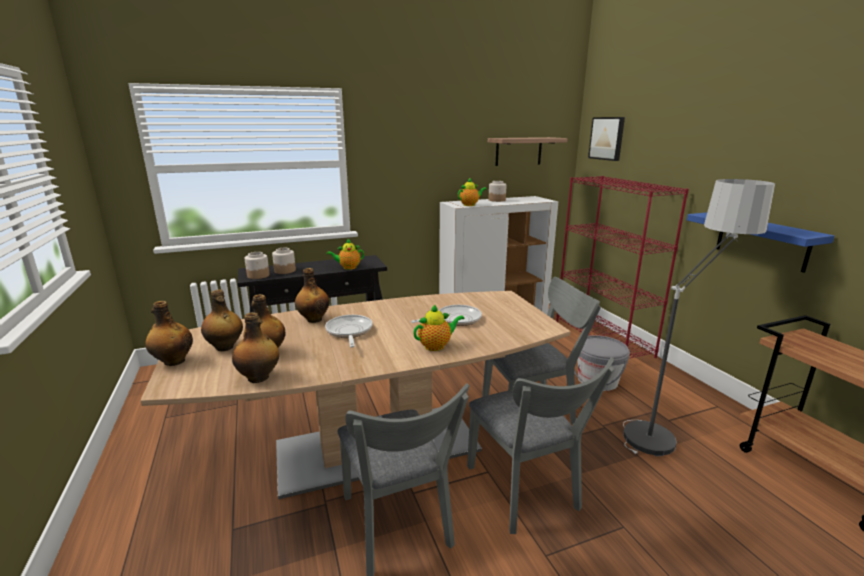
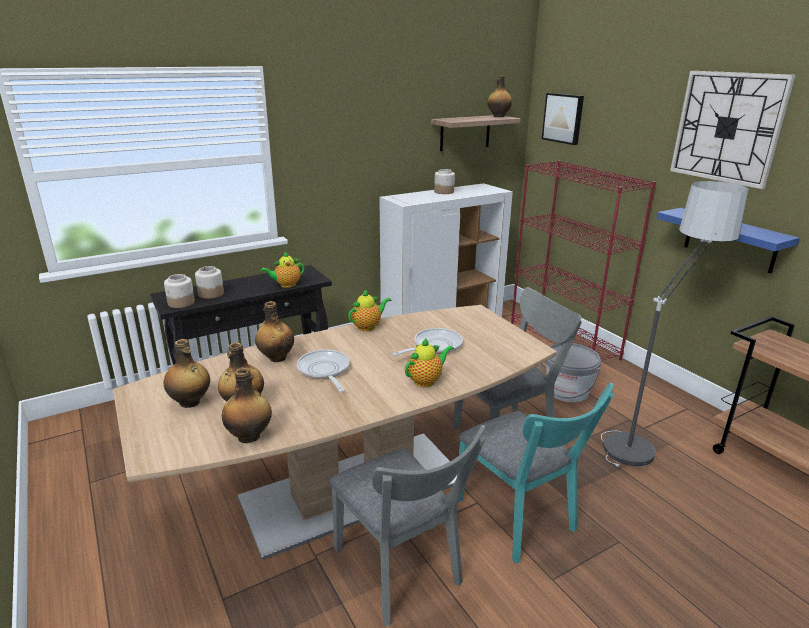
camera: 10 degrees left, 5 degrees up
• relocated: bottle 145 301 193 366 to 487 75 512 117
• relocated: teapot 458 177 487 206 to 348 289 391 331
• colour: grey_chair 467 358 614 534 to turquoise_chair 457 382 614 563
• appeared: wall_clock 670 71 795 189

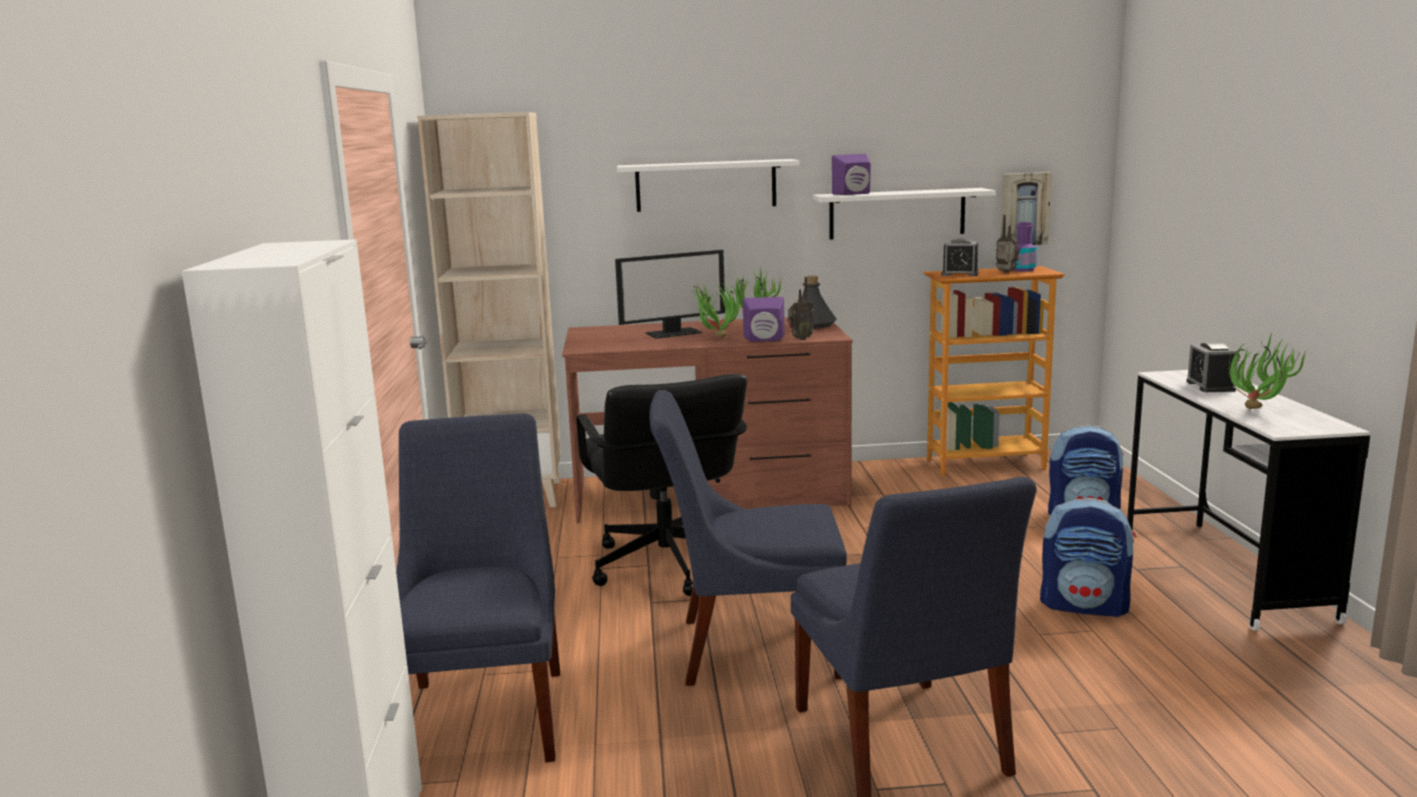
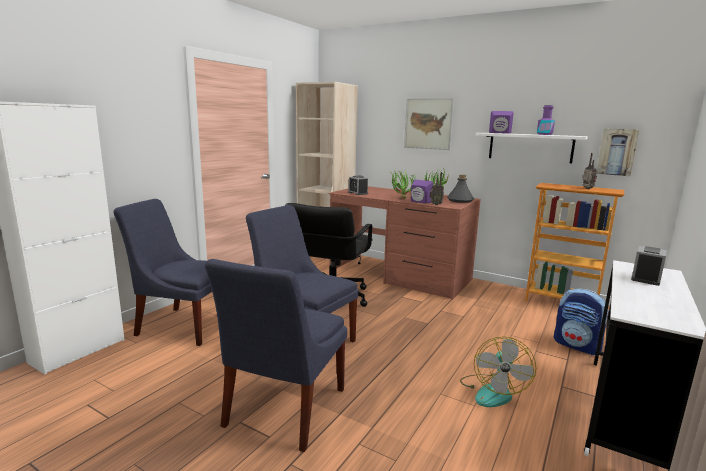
camera: 35 degrees right, 0 degrees up
• spun: blue_chair 396 414 560 762 = 114 199 212 346 105 degrees counterclockwise
• missing: monitor 615 250 725 339
• exchanged: white_shelf 617 159 800 212 to picture 404 98 454 150
• relocated: alarm_clock 941 238 979 276 to 348 175 368 195
• relocated: purple_bottle 1013 222 1037 272 to 537 105 555 135
• exchanged: backpack 1040 498 1136 617 to fan 460 336 536 407
• missing: potted_plant 1229 333 1307 409

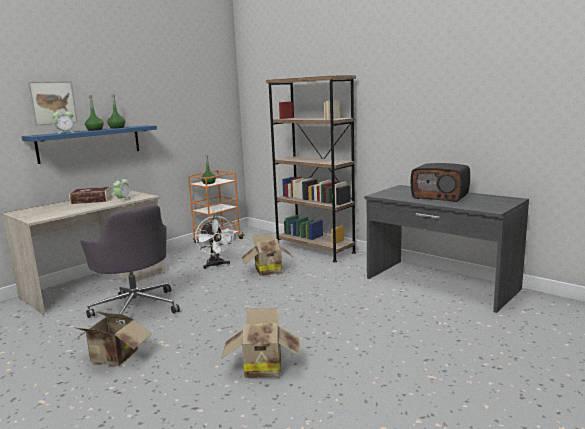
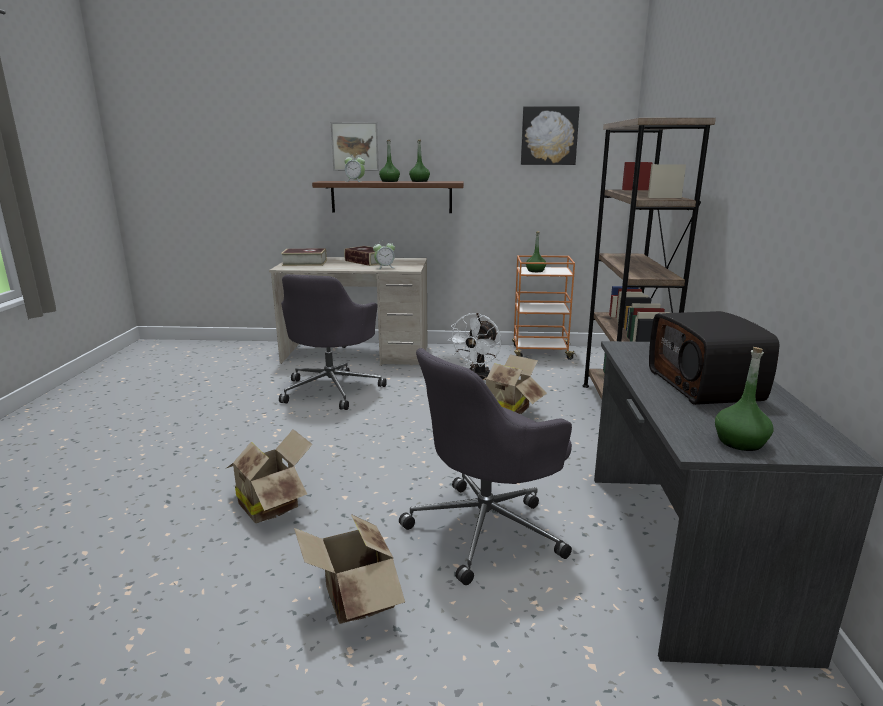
camera: 50 degrees right, 5 degrees up
• colour: blue_shelf 22 125 157 164 to brown_shelf 312 181 464 213
• relocated: cardboard_box 73 312 152 366 to 294 514 405 624
• appeared: book 281 249 327 266
• appeared: grey_office_chair 399 348 572 585
• appeared: picture 521 106 580 165
• appeared: green_bottle 715 347 774 451

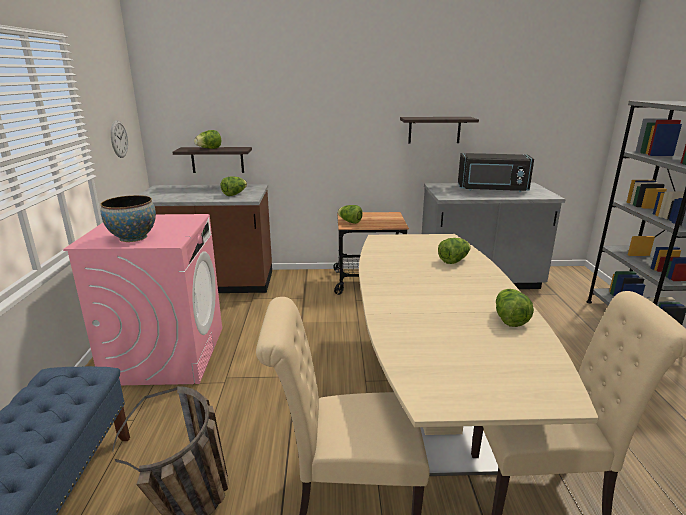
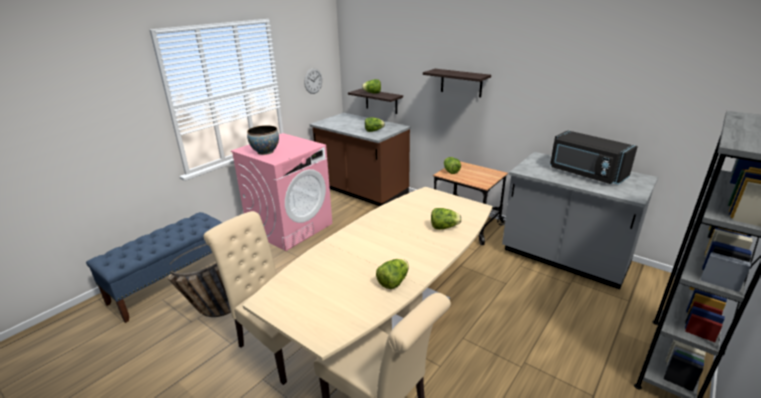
camera: 40 degrees right, 5 degrees up
• relocated: shelf 400 117 479 144 to 423 69 491 97

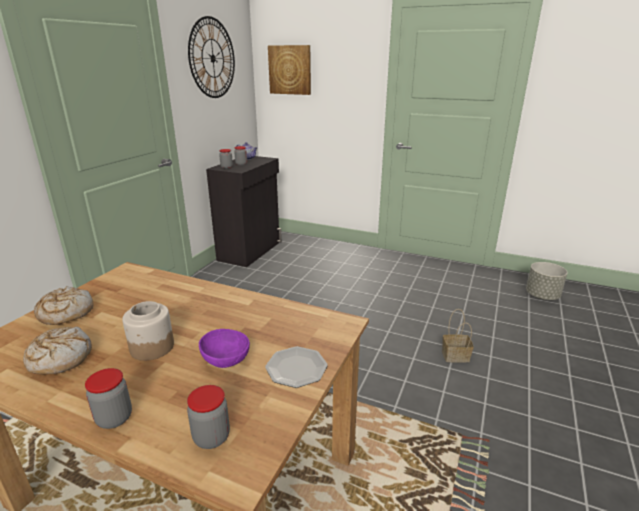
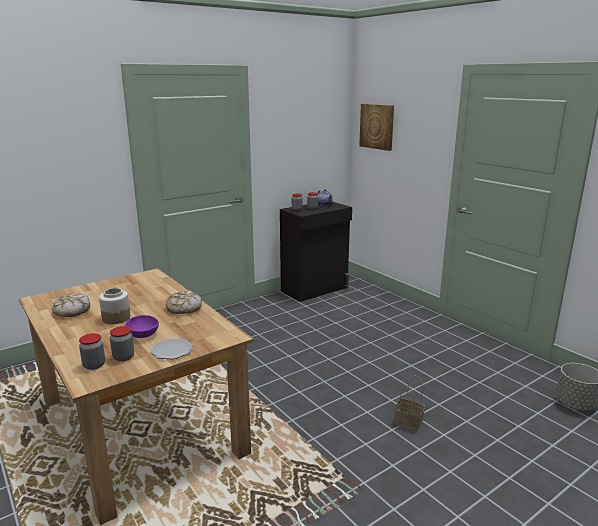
camera: 30 degrees right, 5 degrees down
• relocated: bread 34 286 94 325 to 166 290 202 314
• relocated: jar 85 368 132 429 to 110 326 134 362
• missing: wall_clock 188 16 235 98

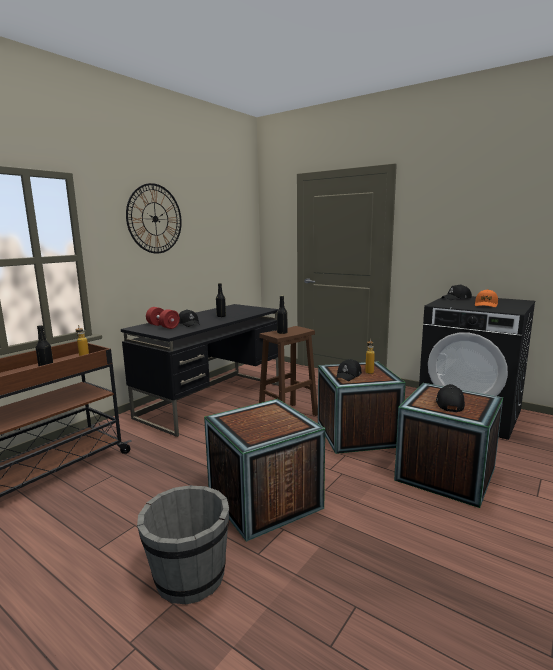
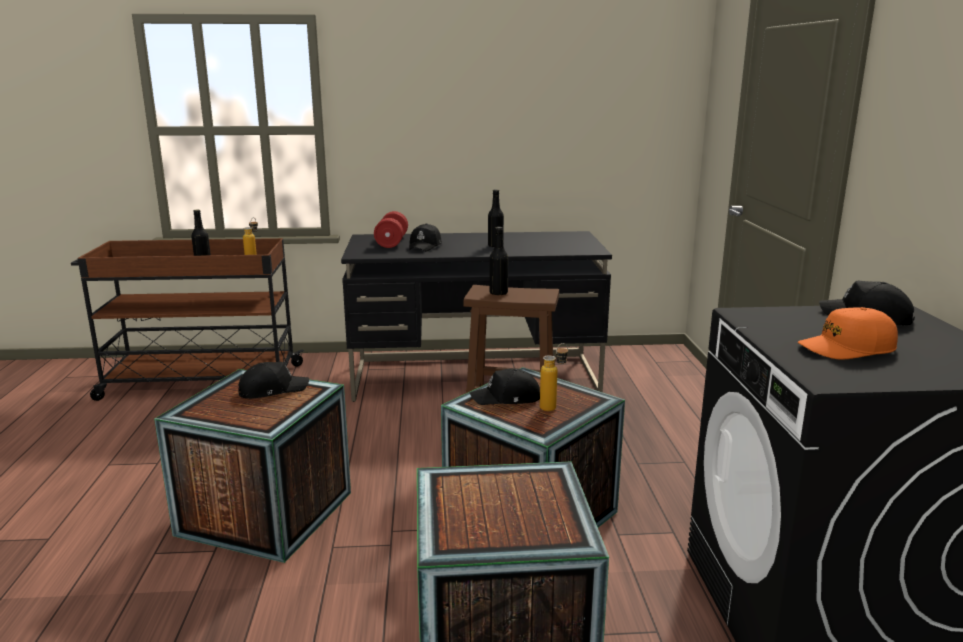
camera: 50 degrees right, 5 degrees up
• missing: wall_clock 126 183 182 254
• missing: grey_bucket 137 485 229 605
• relocated: black_cap 436 384 465 412 to 238 362 309 399

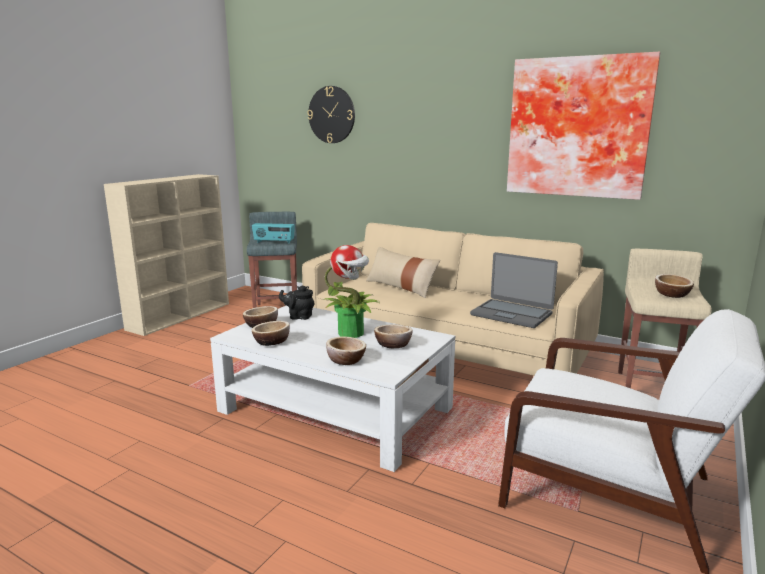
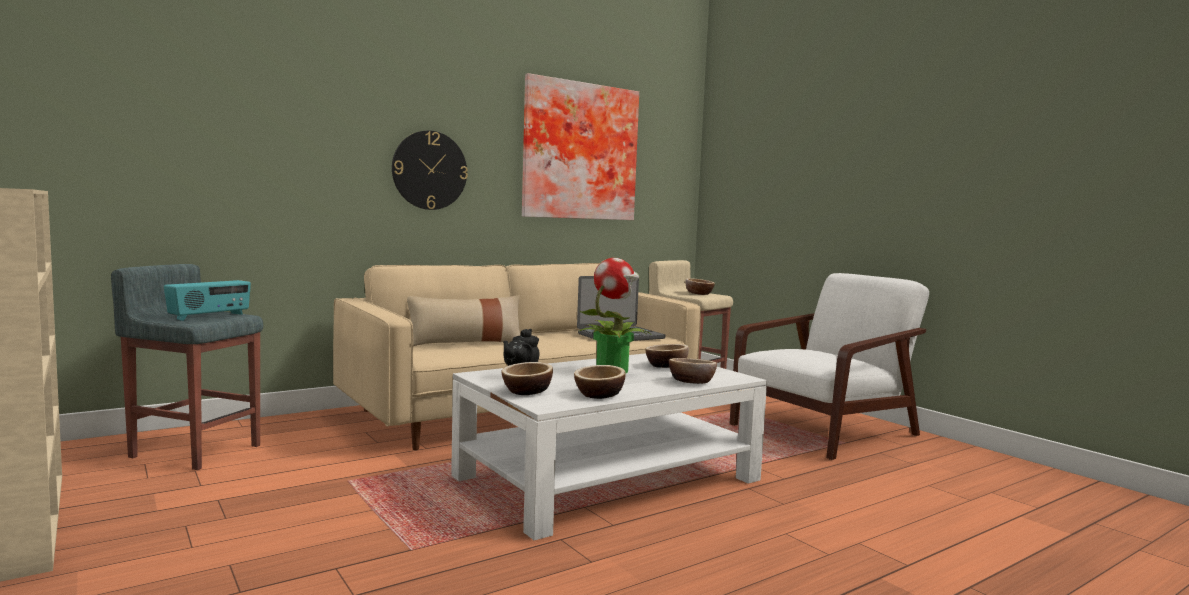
camera: 65 degrees left, 10 degrees down
• relocated: wall_clock 307 86 355 143 to 392 130 468 210

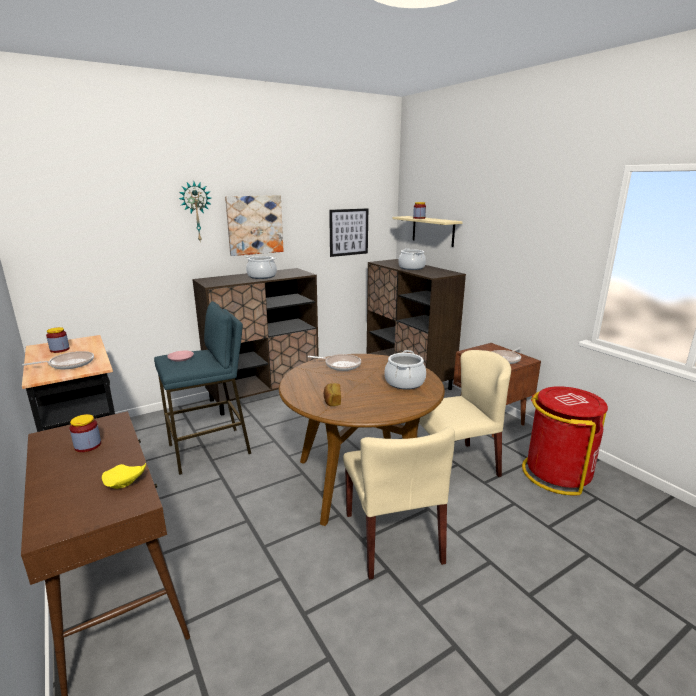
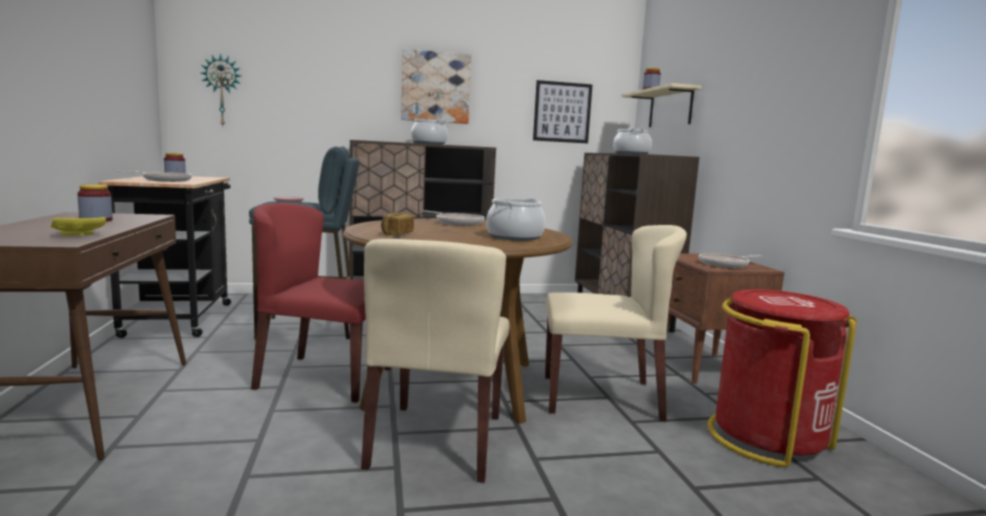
camera: 20 degrees right, 10 degrees down
• relocated: wall_clock 179 182 212 243 to 201 54 241 126
• appeared: red_chair 251 203 391 403

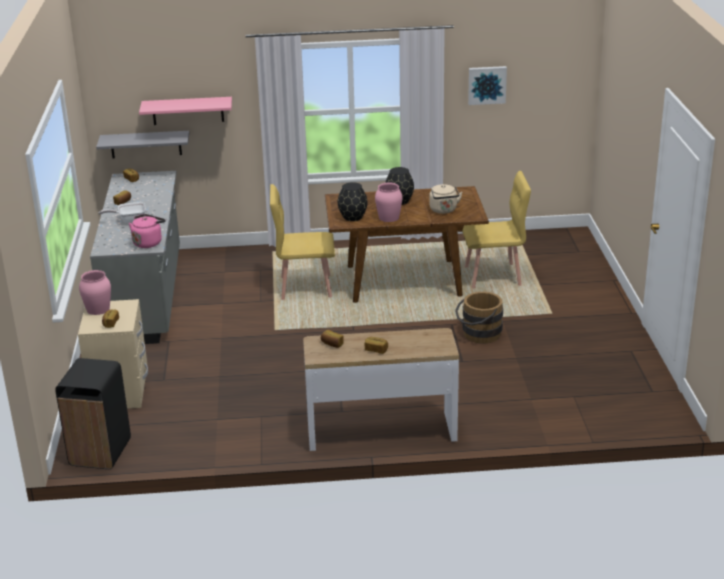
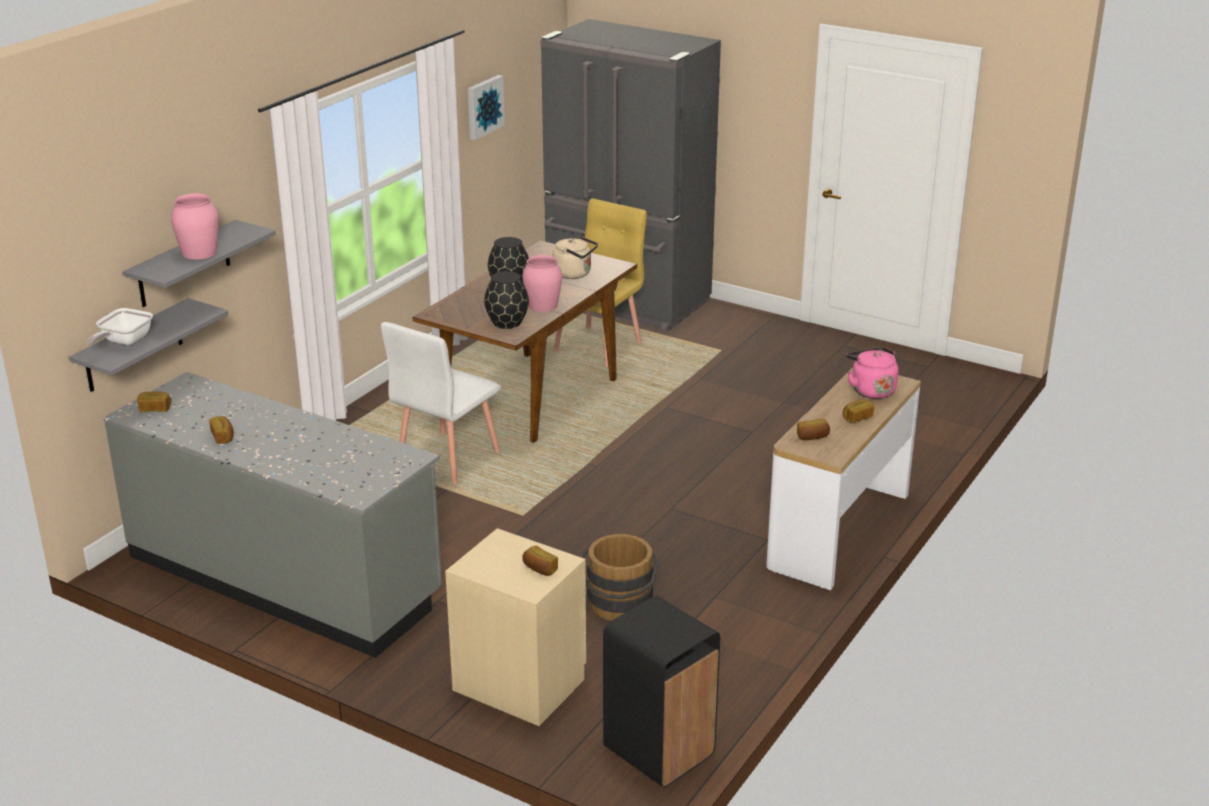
camera: 55 degrees left, 0 degrees up
• relocated: pink_vase 79 270 111 315 to 171 193 219 259
• relocated: frying_pan 99 202 146 223 to 87 308 153 346
• relocated: pink_kettle 129 214 166 248 to 846 347 899 399
• colour: pink_shelf 139 97 232 125 to grey_shelf 123 220 276 307
• colour: yellow_chair 270 184 335 300 to white_chair 381 322 501 484
• relocated: brown_bucket 455 292 503 343 to 581 534 659 621
• appeared: grey_fridge 540 19 721 333

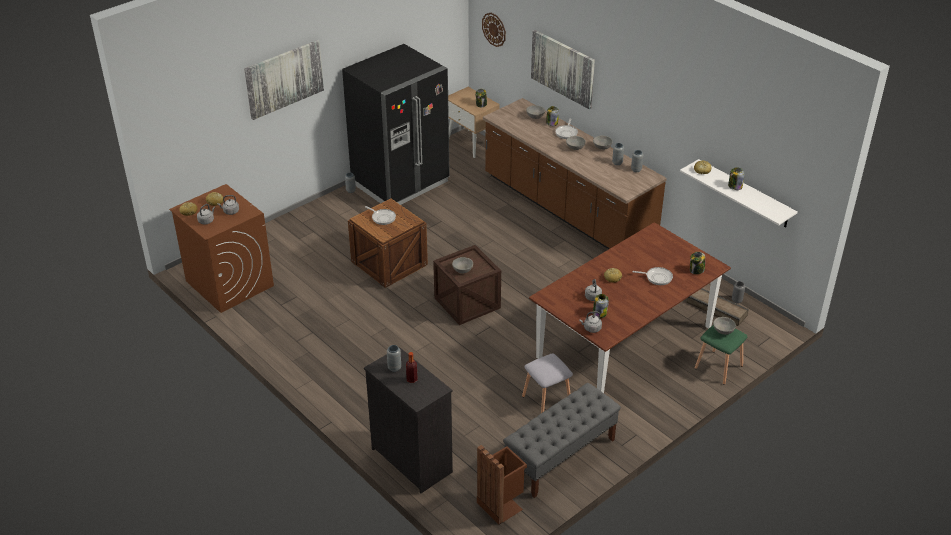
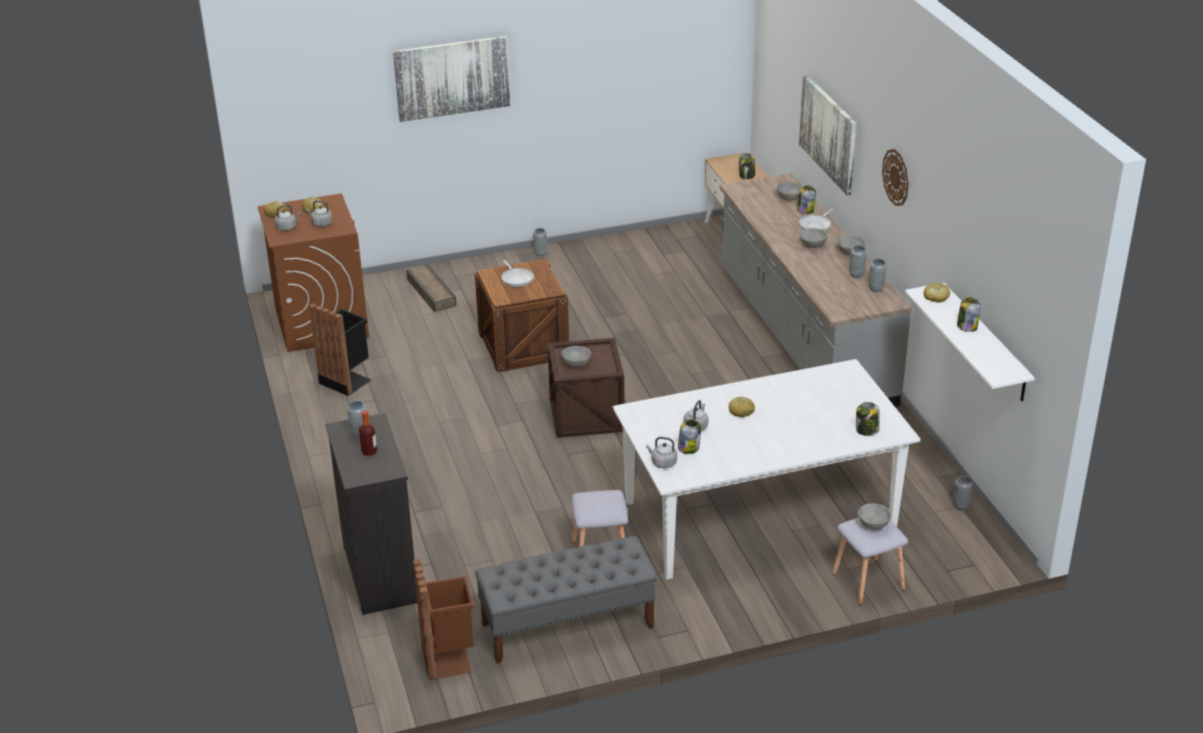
camera: 25 degrees right, 5 degrees down
• missing: black_fridge 342 44 450 205
• relocated: wall_clock 482 13 506 47 to 882 149 909 206
• colour: brown_counter 483 98 667 249 to grey_counter 720 173 912 407
• colour: brown_dining_table 529 222 731 393 to white_dining_table 613 359 921 579
• missing: frying_pan 632 267 673 285
• relocated: crate 687 288 749 326 to 406 264 457 312
• colour: green_stool 695 325 747 385 to grey_stool 832 517 908 605
• appeared: black_trash_can 309 303 371 396

